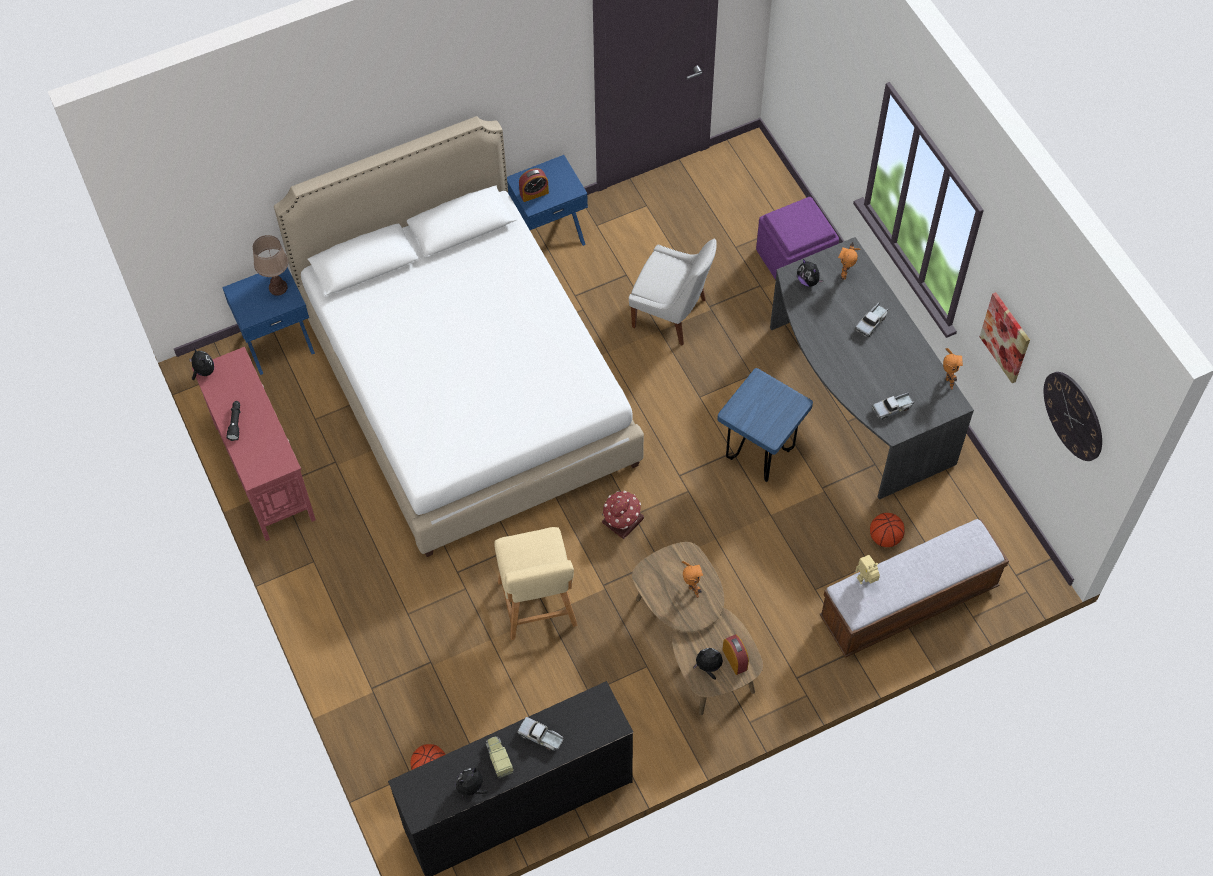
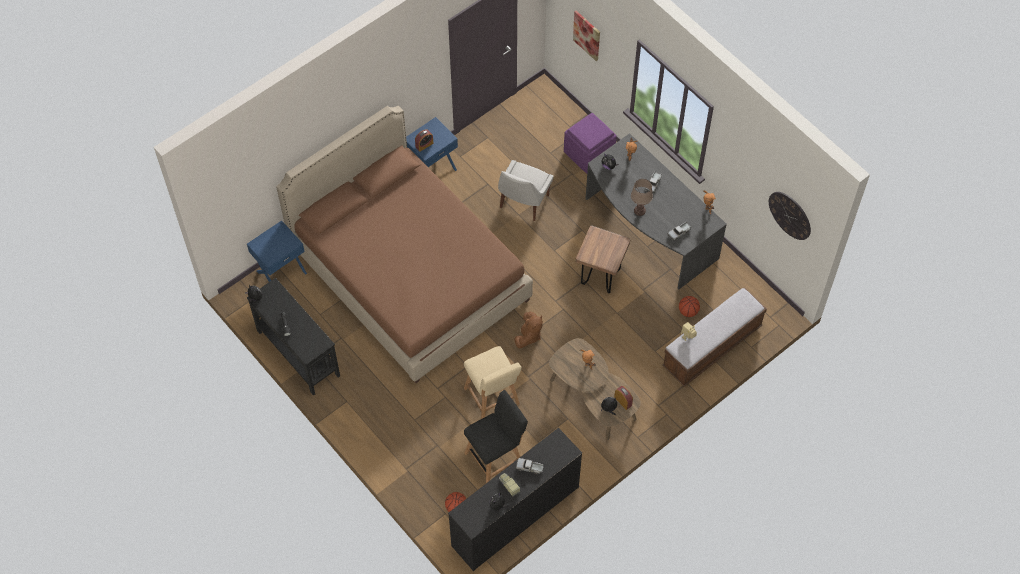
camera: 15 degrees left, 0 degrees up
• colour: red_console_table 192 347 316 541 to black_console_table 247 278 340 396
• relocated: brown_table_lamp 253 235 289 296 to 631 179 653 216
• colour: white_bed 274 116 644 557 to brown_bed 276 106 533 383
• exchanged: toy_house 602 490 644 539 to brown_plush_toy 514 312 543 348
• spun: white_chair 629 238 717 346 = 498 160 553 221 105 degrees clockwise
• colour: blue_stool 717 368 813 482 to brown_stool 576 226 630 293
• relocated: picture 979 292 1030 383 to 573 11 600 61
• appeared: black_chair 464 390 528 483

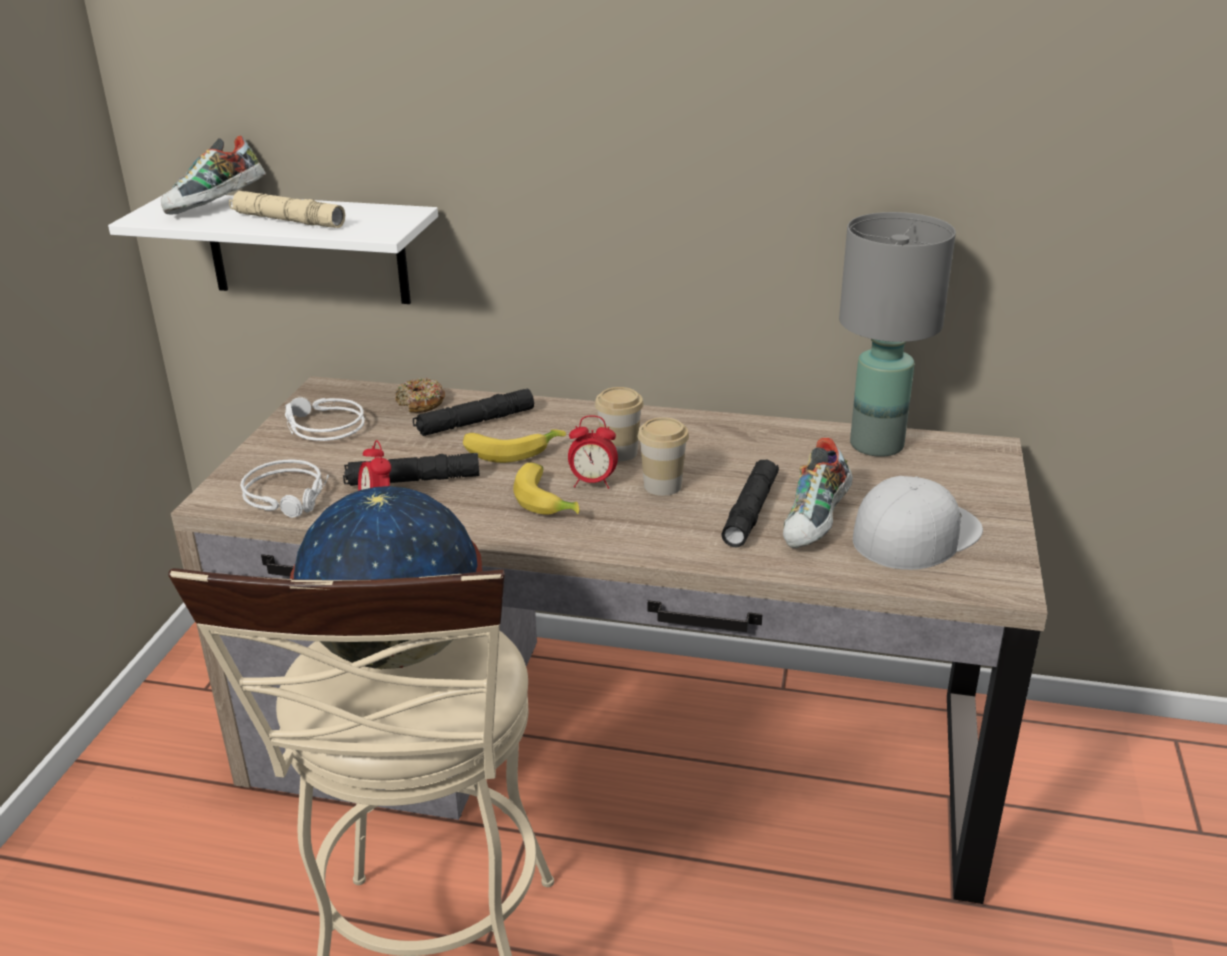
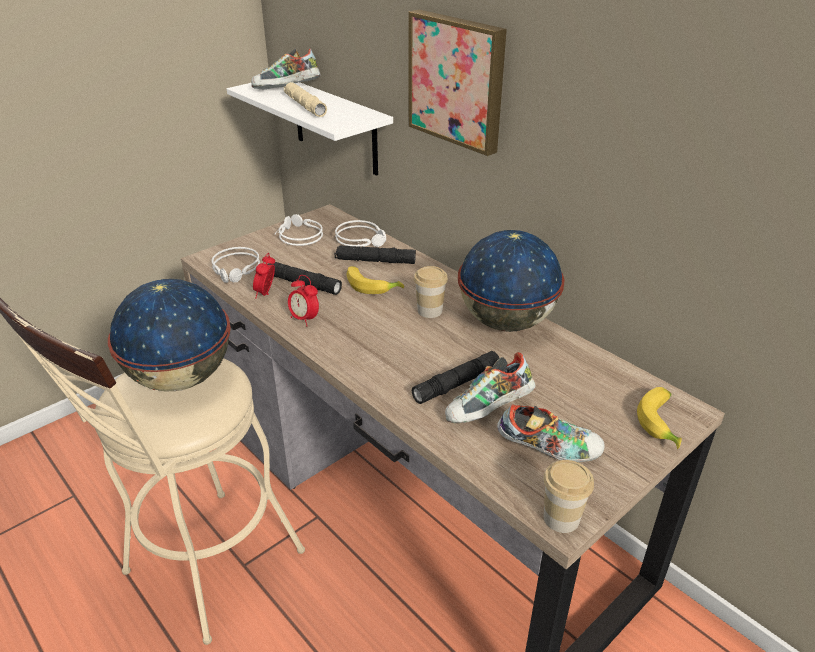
camera: 35 degrees right, 5 degrees up
• exchanged: donut 395 378 445 413 to white_headphones 335 220 386 247
• relocated: banana 513 463 579 515 to 637 387 682 449
• relocated: alarm_clock 568 415 618 489 to 288 275 319 326
• relocated: cup 638 417 689 496 to 543 460 594 533
• missing: grey_table_lamp 839 212 956 457
• exchanged: white_cap 853 476 983 570 to shoe 497 404 605 462
• appeared: picture 408 10 507 156
• appeared: globe 458 230 565 332

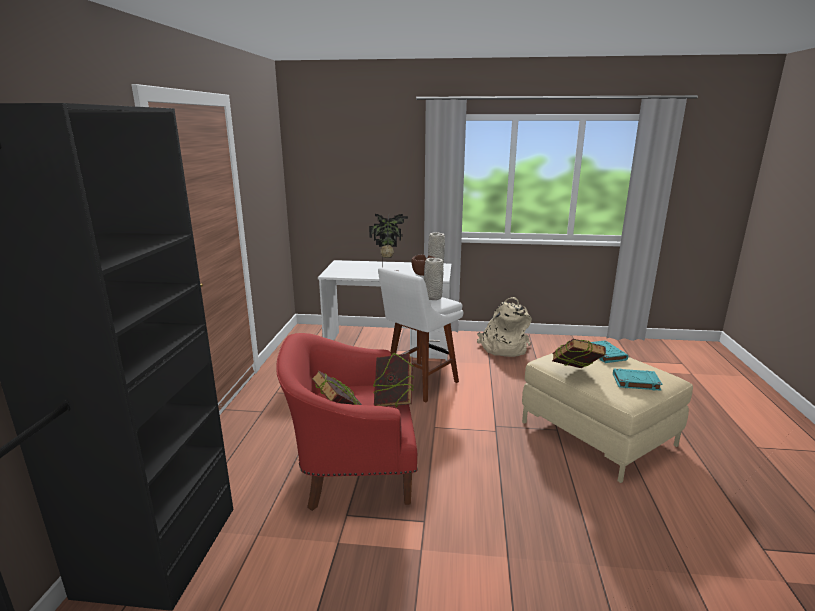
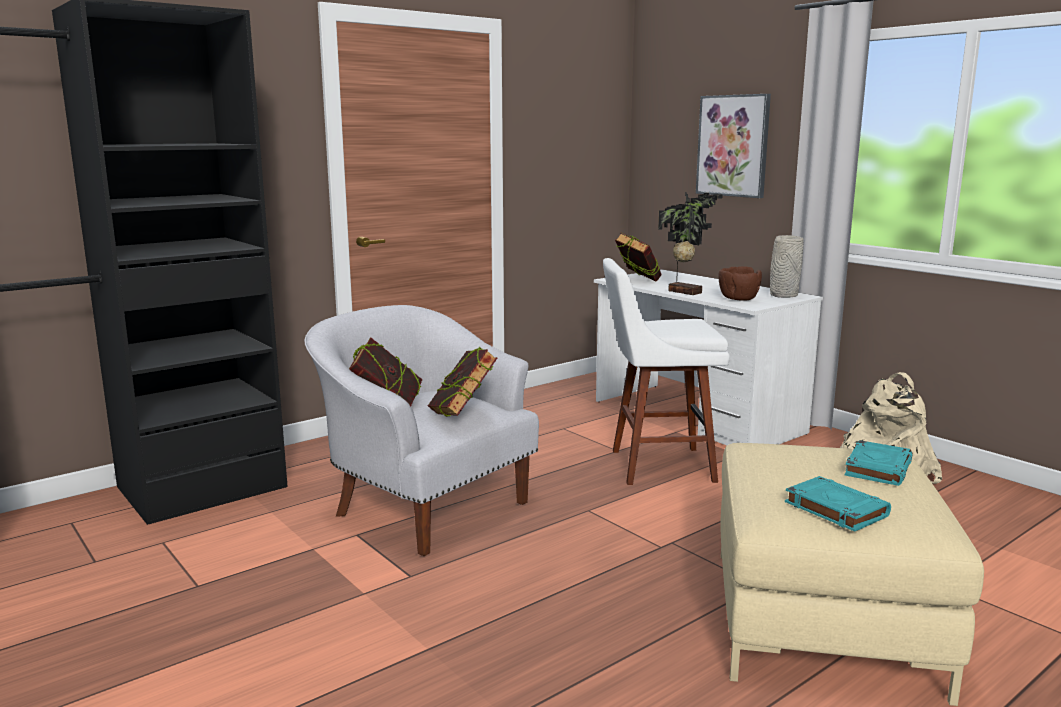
camera: 45 degrees right, 5 degrees down
• colour: red_armchair 276 333 418 511 to white_armchair 304 305 539 556
• missing: grey_vase 424 258 443 300
• relocated: book 552 339 606 368 to 615 233 662 282
• appeared: picture 696 94 771 198

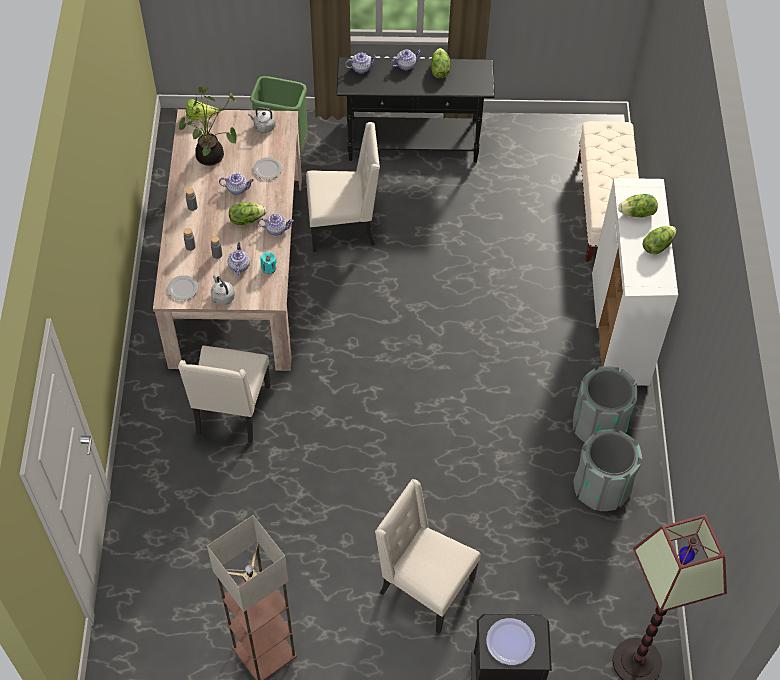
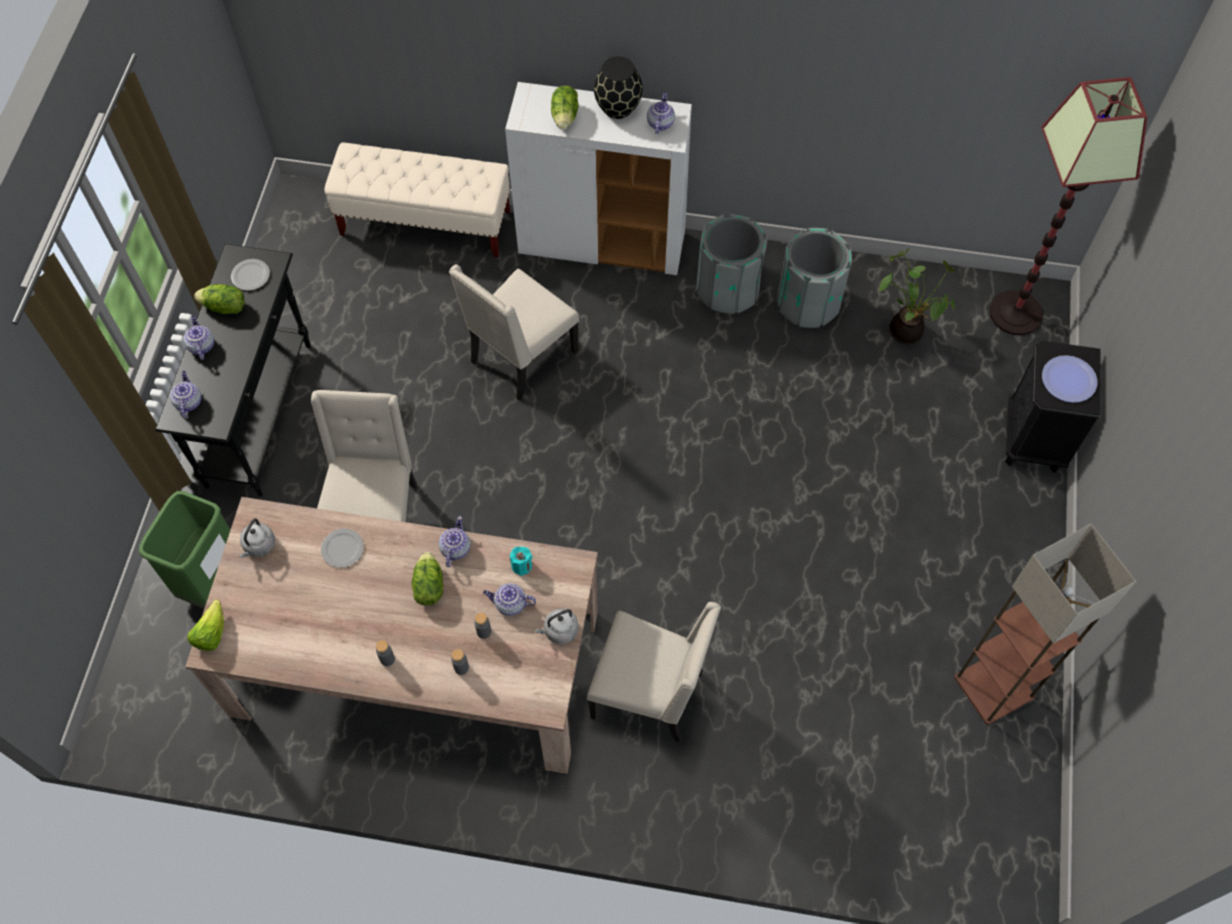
camera: 80 degrees left, 5 degrees up
• relocated: plate 167 275 198 300 to 231 259 270 291
• relocated: potted_plant 178 86 237 166 to 879 249 955 344
• relocated: teapot 219 173 254 195 to 647 93 675 134
• relocated: beige_chair 375 479 481 634 to 449 264 579 401
• exchanged: lettuce 643 226 676 254 to black_vase 594 56 643 119

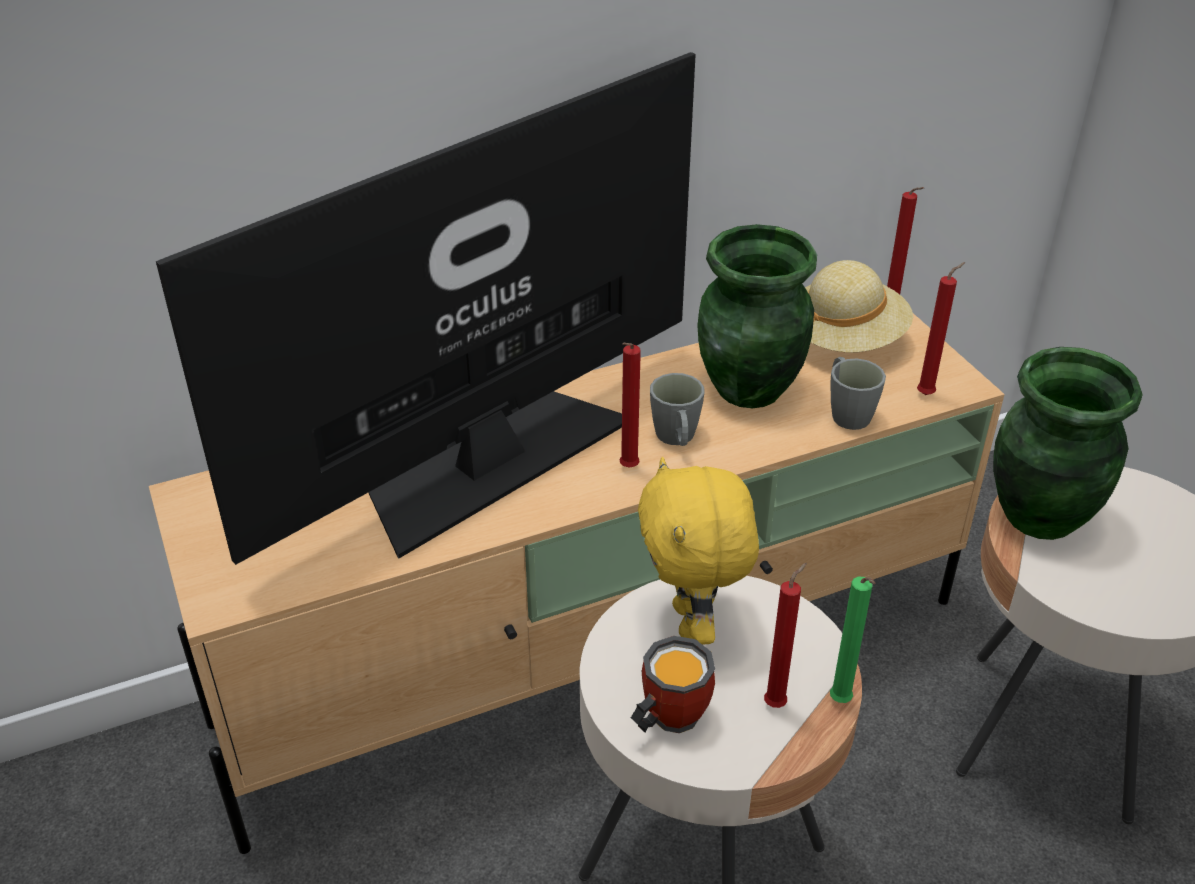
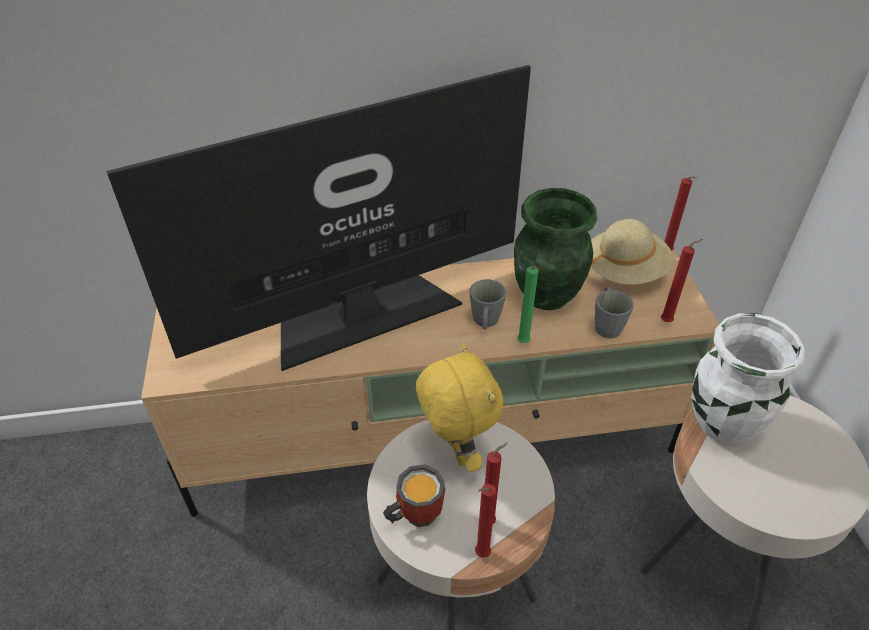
camera: 15 degrees right, 5 degrees up
• relocated: red_candle 620 343 641 468 to 475 484 496 558
• spun: yellow_plush_toy 638 457 759 645 = 416 343 504 472 150 degrees clockwise
• relocated: green_candle 830 577 875 703 to 517 266 538 343
• colour: green_vase 993 347 1143 540 to white_vase 691 313 805 443

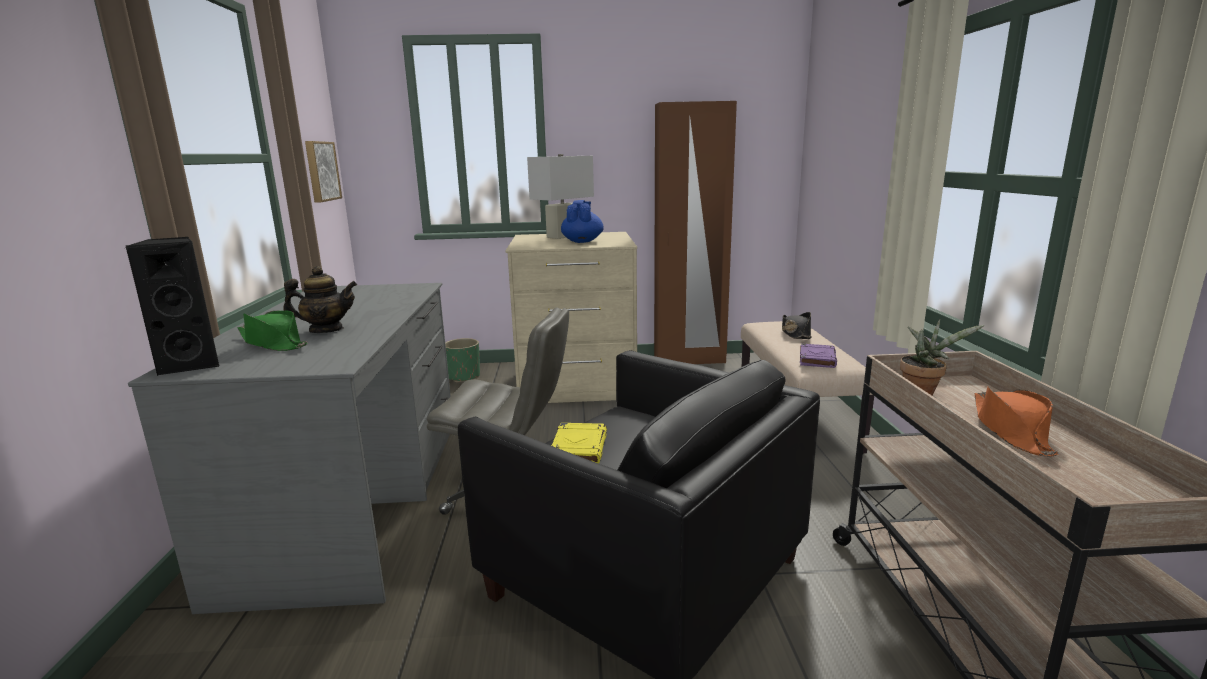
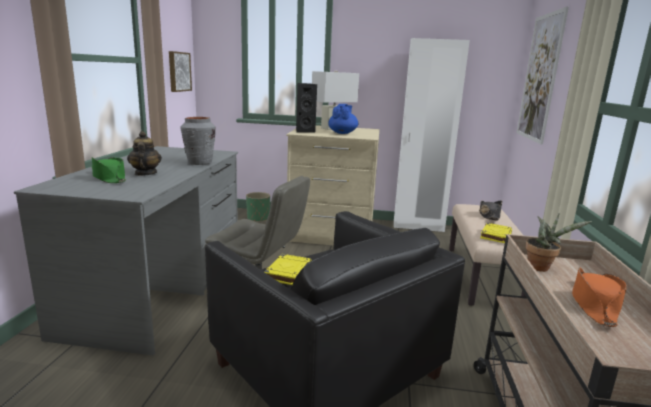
camera: 10 degrees right, 0 degrees up
• relocated: black_speaker 126 237 219 376 to 296 83 317 133
• spun: teapot 283 266 357 333 = 127 131 162 176 105 degrees counterclockwise
• colour: brown_wardrobe 654 101 737 364 to white_wardrobe 394 38 470 232
• colour: purple_book 800 343 837 368 to yellow_book 480 223 512 243
• appeared: grey_vase 180 117 216 165
• appeared: picture 517 7 569 144

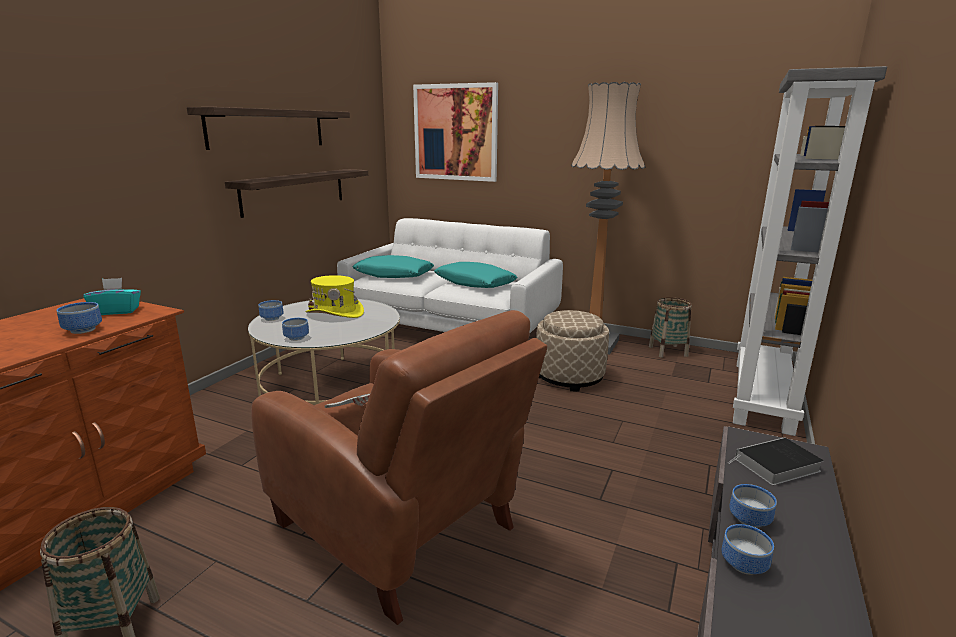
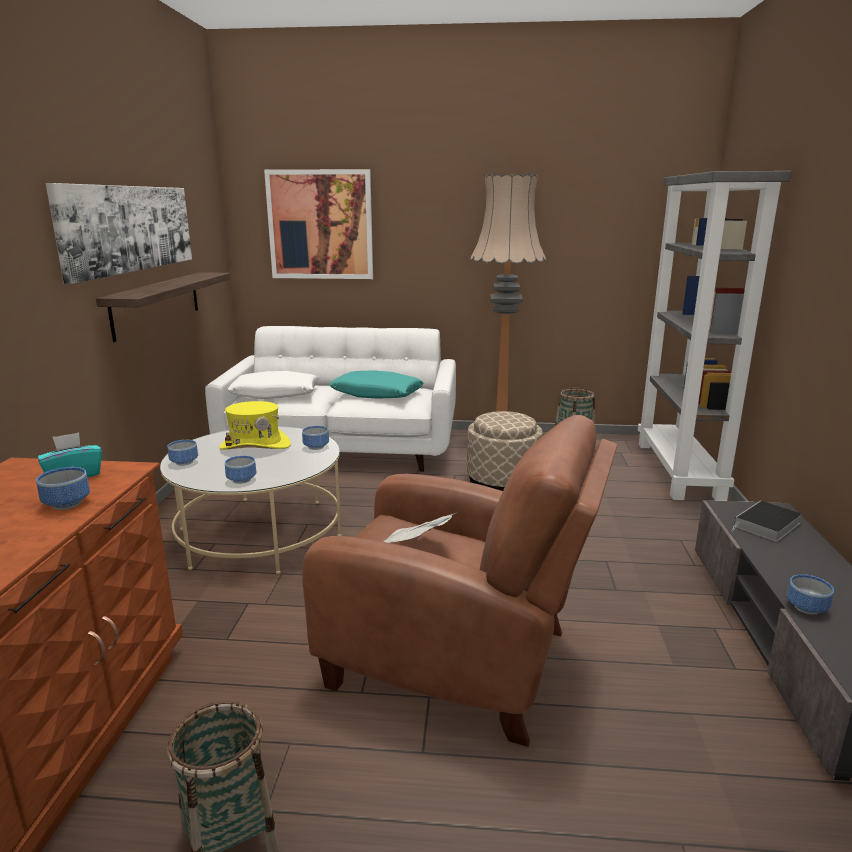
camera: 20 degrees left, 0 degrees up
• exchanged: shelf 187 107 350 150 to picture 46 183 192 284
• colour: turquoise_pillow 353 255 434 278 to white_pillow 227 371 319 399
• relocated: bowl 729 484 777 528 to 302 426 329 450

